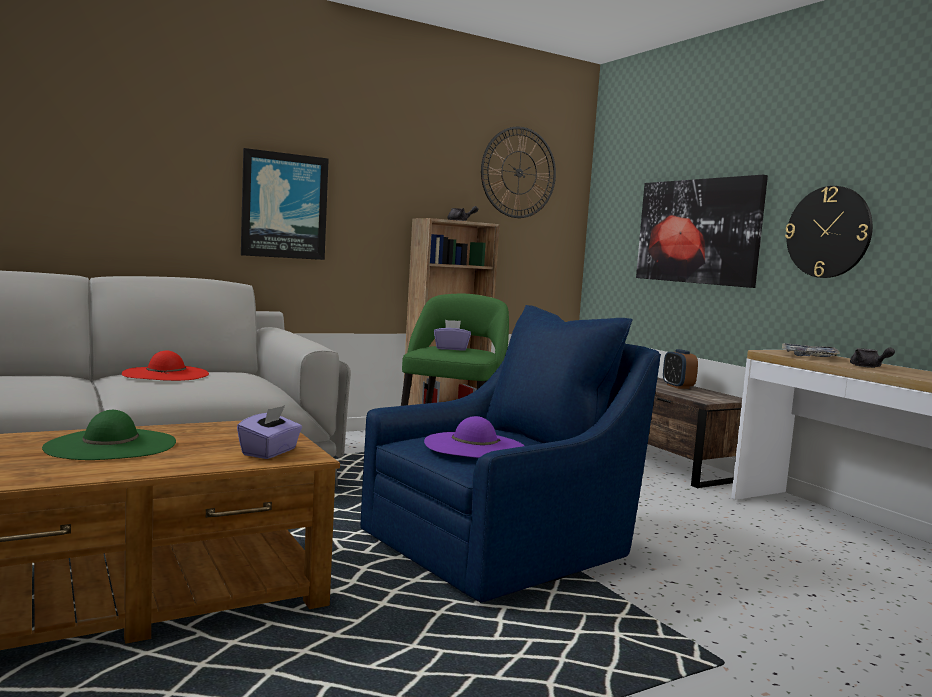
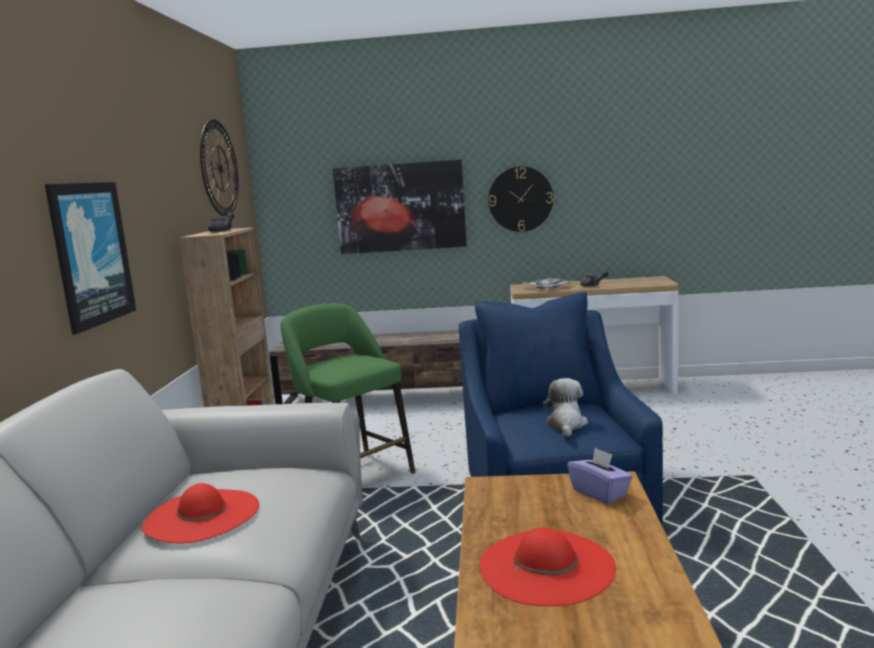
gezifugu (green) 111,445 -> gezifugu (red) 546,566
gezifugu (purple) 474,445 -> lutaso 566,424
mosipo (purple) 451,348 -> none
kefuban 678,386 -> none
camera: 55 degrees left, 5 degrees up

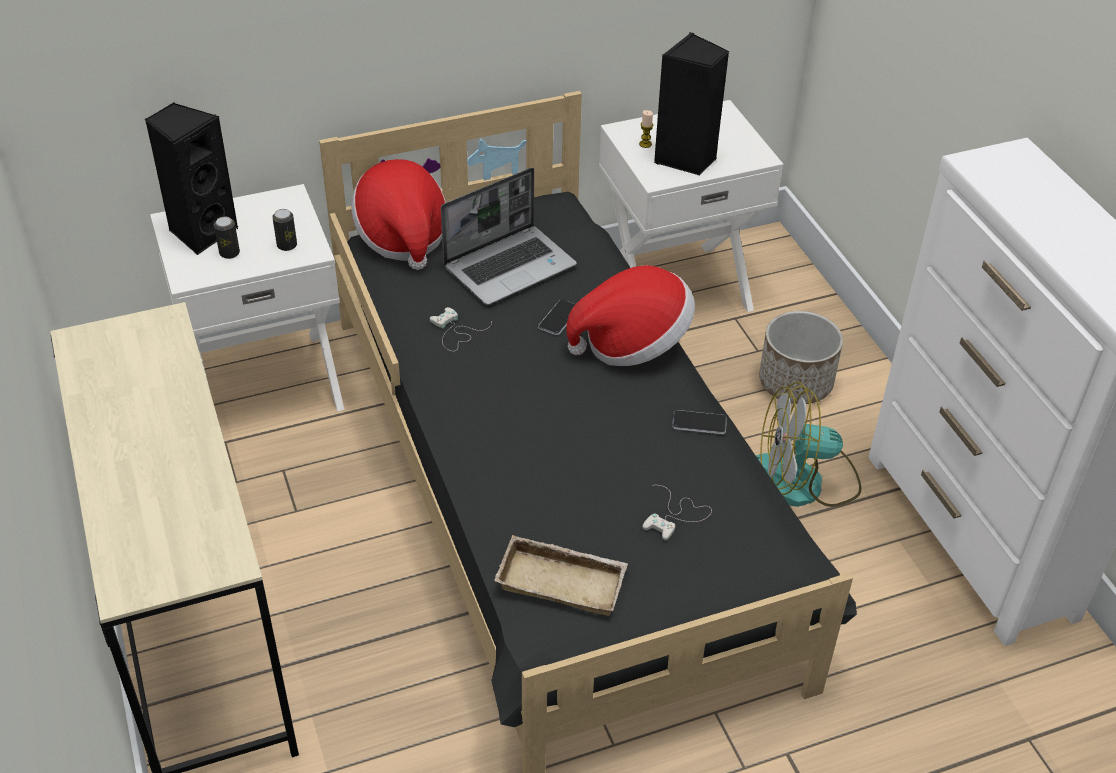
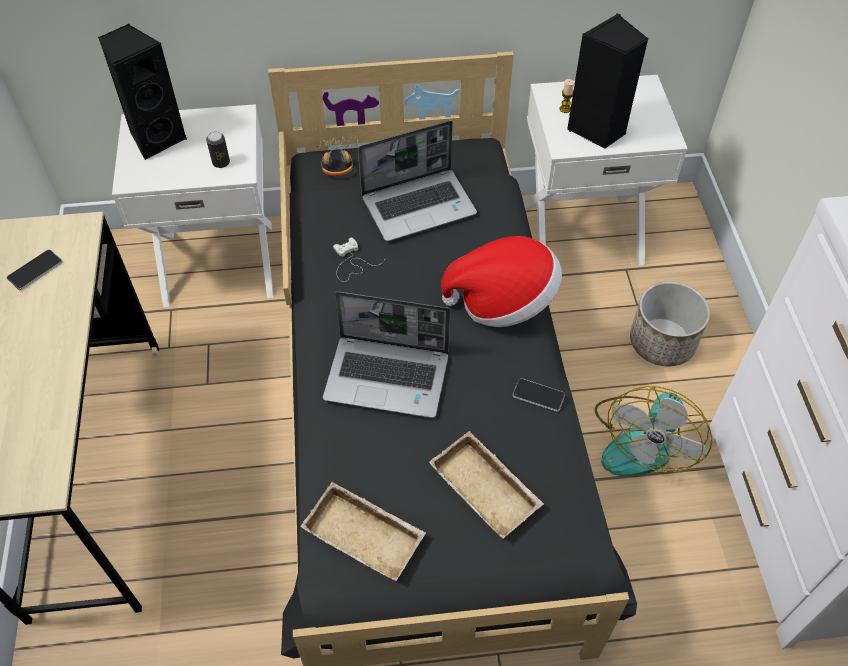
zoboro 229,253 -> none
gezifugu 402,236 -> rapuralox 337,161
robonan 559,318 -> robonan 35,270, moved
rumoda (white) 676,516 -> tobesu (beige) 488,488
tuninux 803,480 -> tuninux 642,440, 75 degrees counterclockwise
none -> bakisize 389,376
camera: 15 degrees right, 10 degrees up

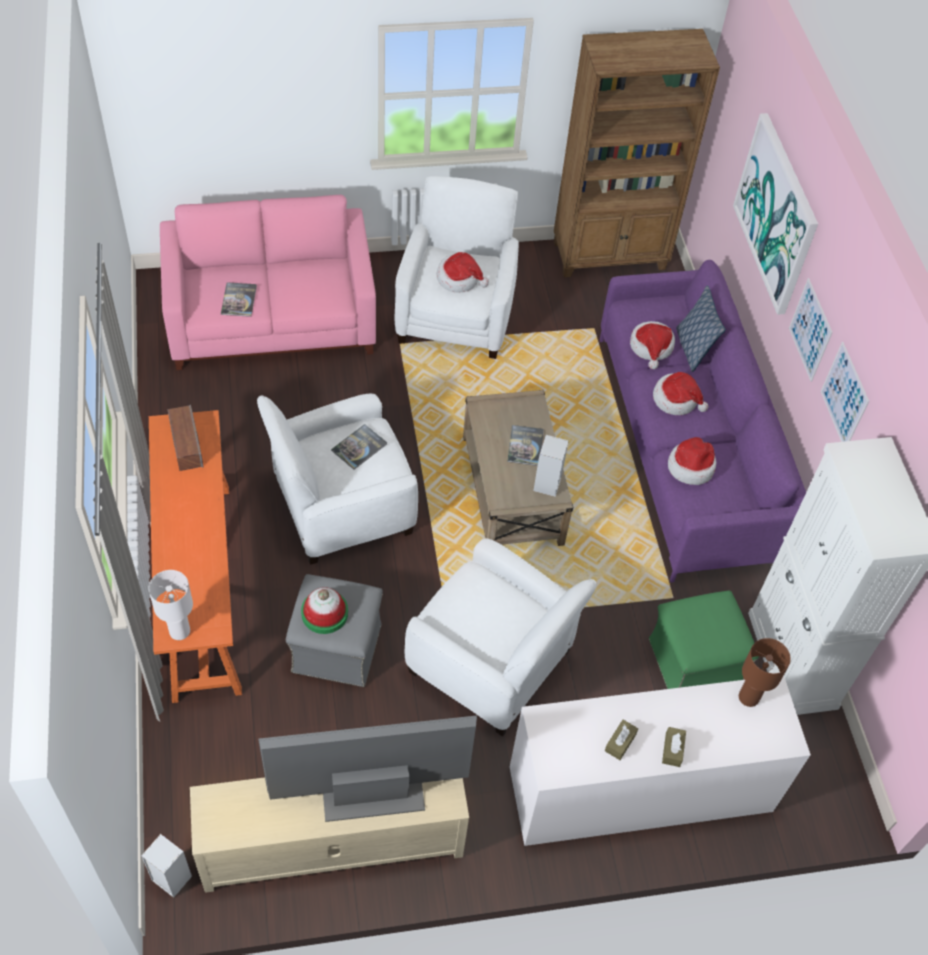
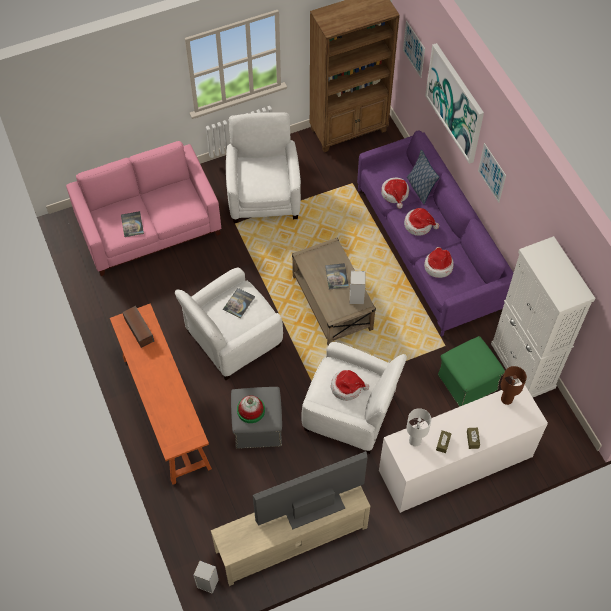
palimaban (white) 179,632 -> palimaban (white) 414,441, moved
gezifugu 459,279 -> gezifugu 347,387, moved
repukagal 844,396 -> repukagal 414,49, moved
camera: 10 degrees left, 5 degrees up

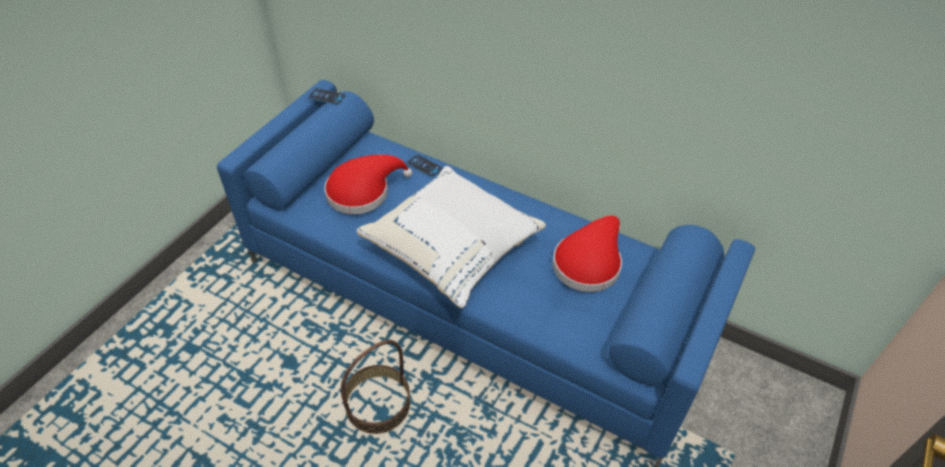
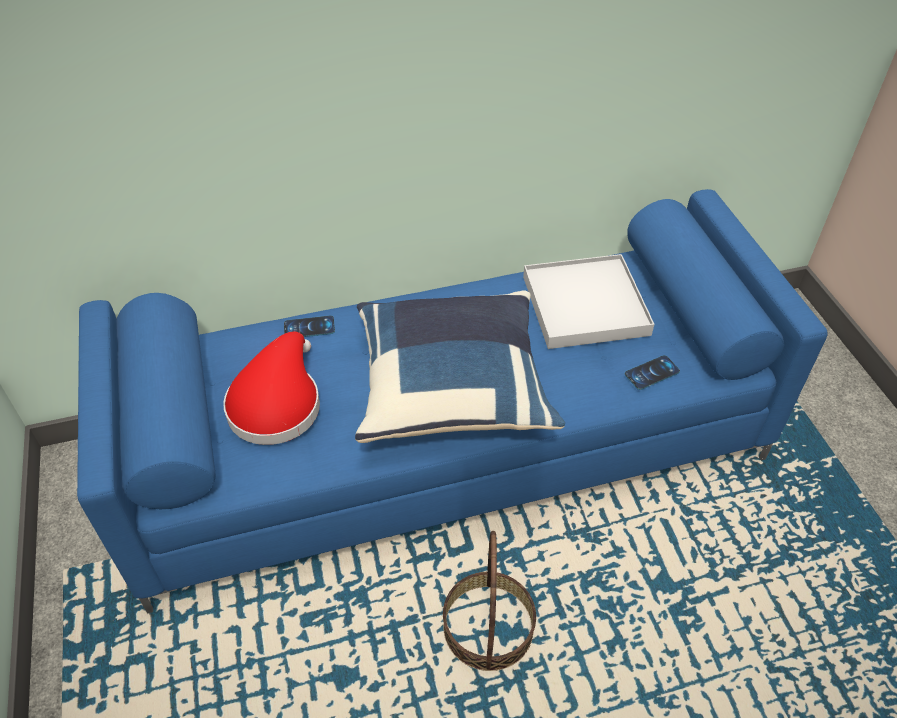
robonan 327,97 -> robonan 652,373, moved
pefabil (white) 453,249 -> pefabil (blue) 452,387
gezifugu (red) 589,262 -> tobesu (white) 585,306
camera: 45 degrees left, 0 degrees up

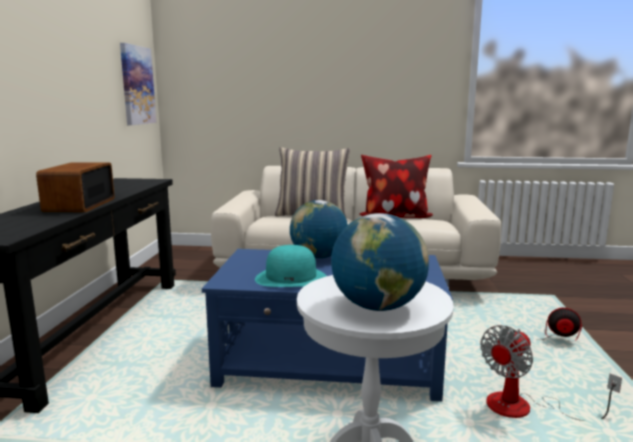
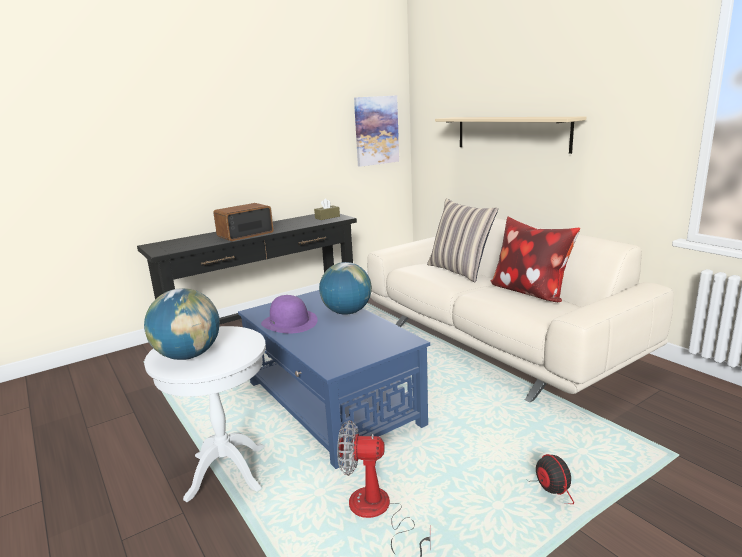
gezifugu (turquoise) 291,278 -> gezifugu (purple) 289,322
none -> mosipo (brown) 327,217
none -> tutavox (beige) 510,133
camera: 50 degrees right, 5 degrees up

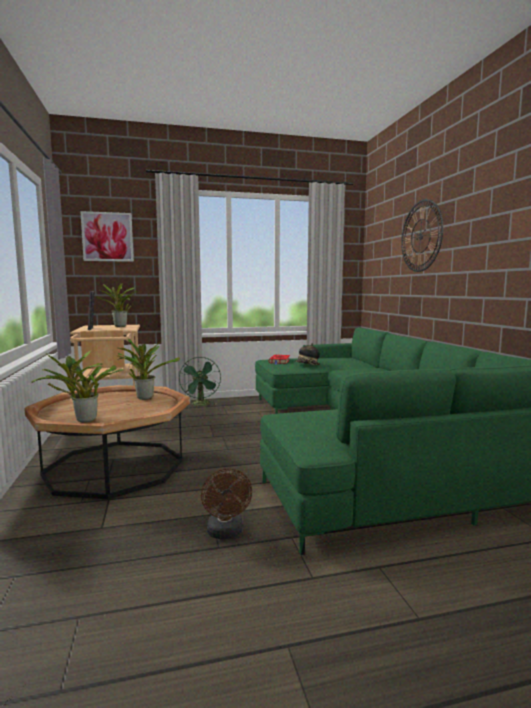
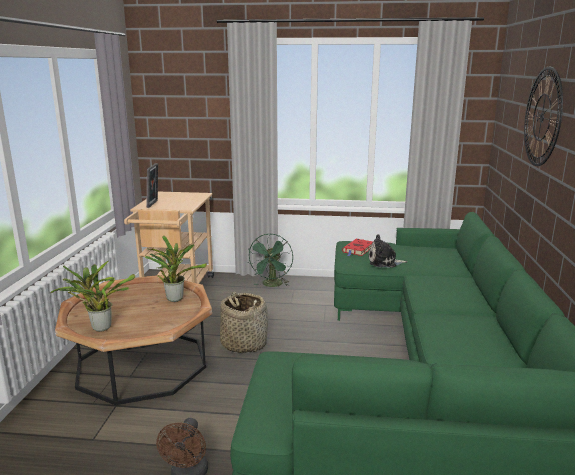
repukagal 107,237 -> none
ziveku 120,326 -> none
gezifugu 307,365 -> lutaso 384,262
none -> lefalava 243,343
camera: 20 degrees right, 10 degrees up

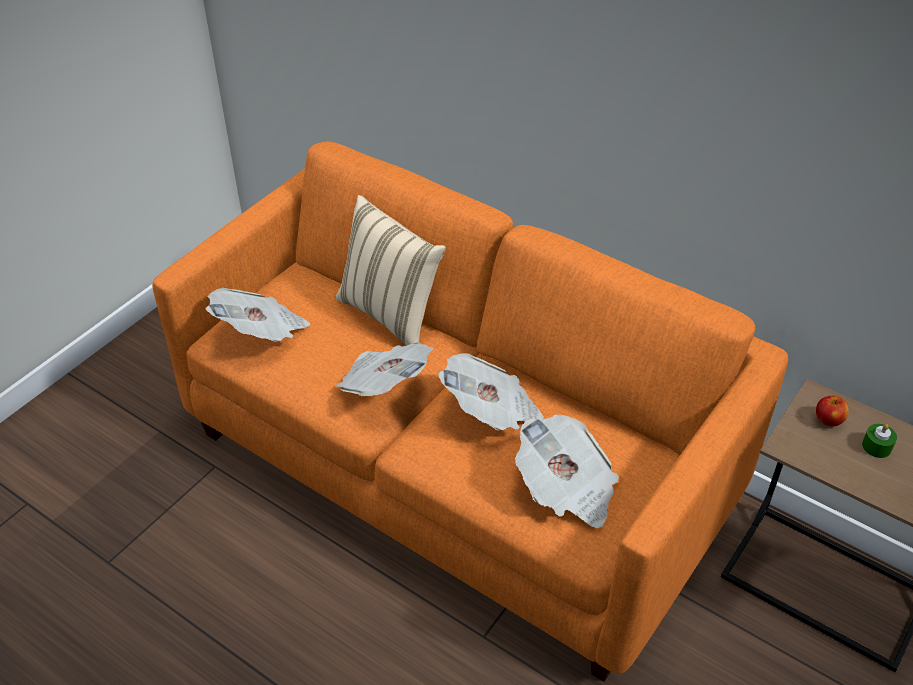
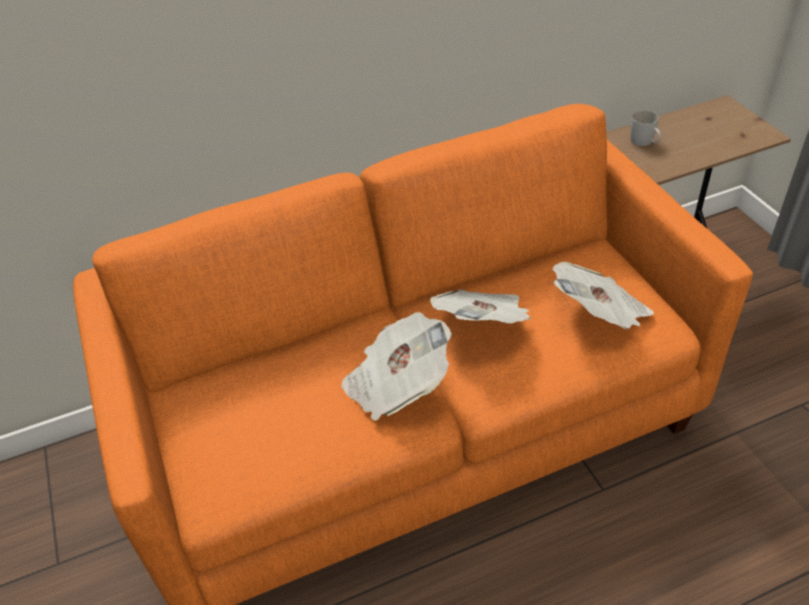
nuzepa 262,332 -> none
pefabil (beige) 391,315 -> none
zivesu 828,420 -> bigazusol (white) 644,142
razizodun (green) 876,446 -> none
camera: 55 degrees left, 0 degrees up

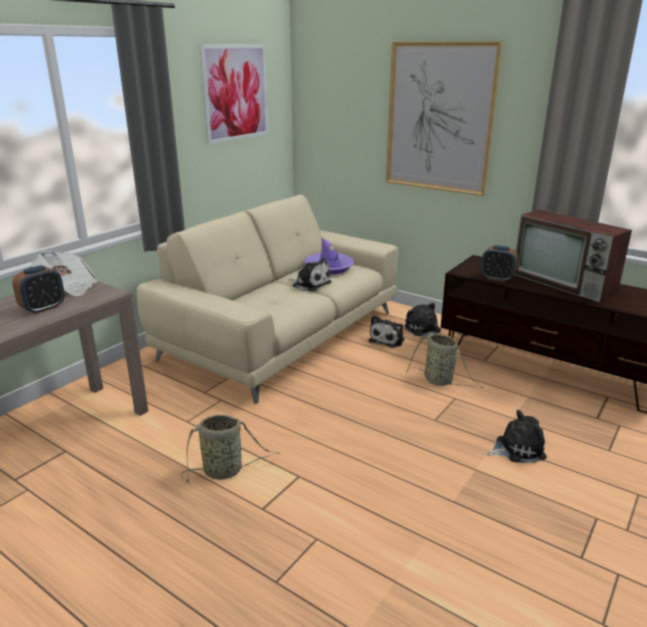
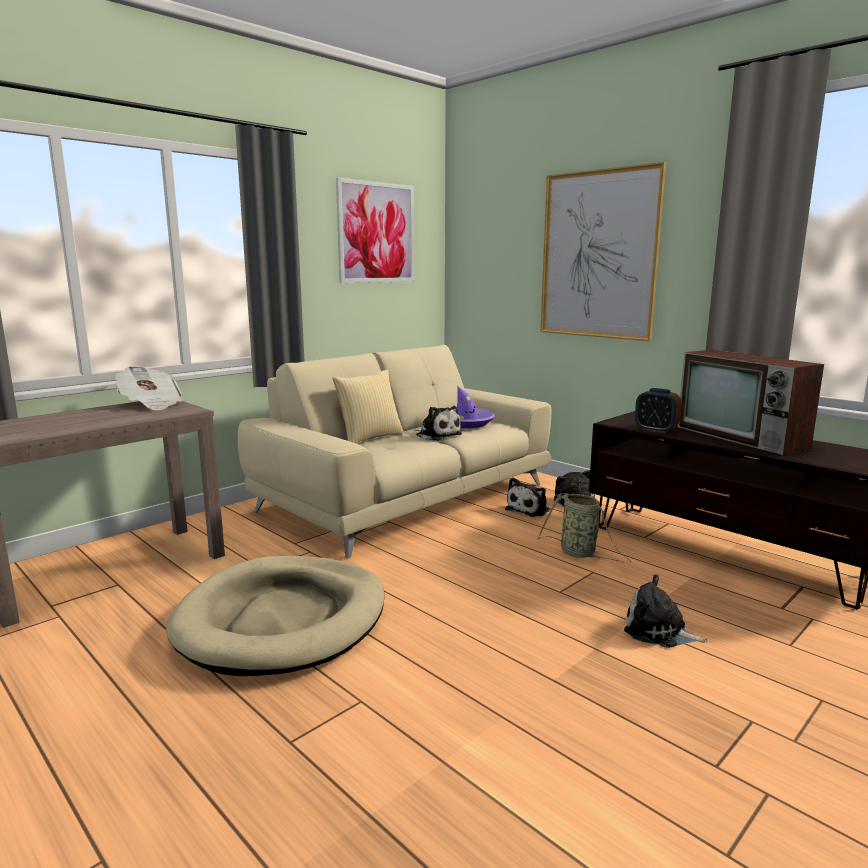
kefuban 43,308 -> none
lefalava 225,471 -> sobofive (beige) 283,620
lutaso 517,449 -> lutaso 659,631, 150 degrees counterclockwise
none -> pefabil 369,438
camera: 10 degrees right, 10 degrees down

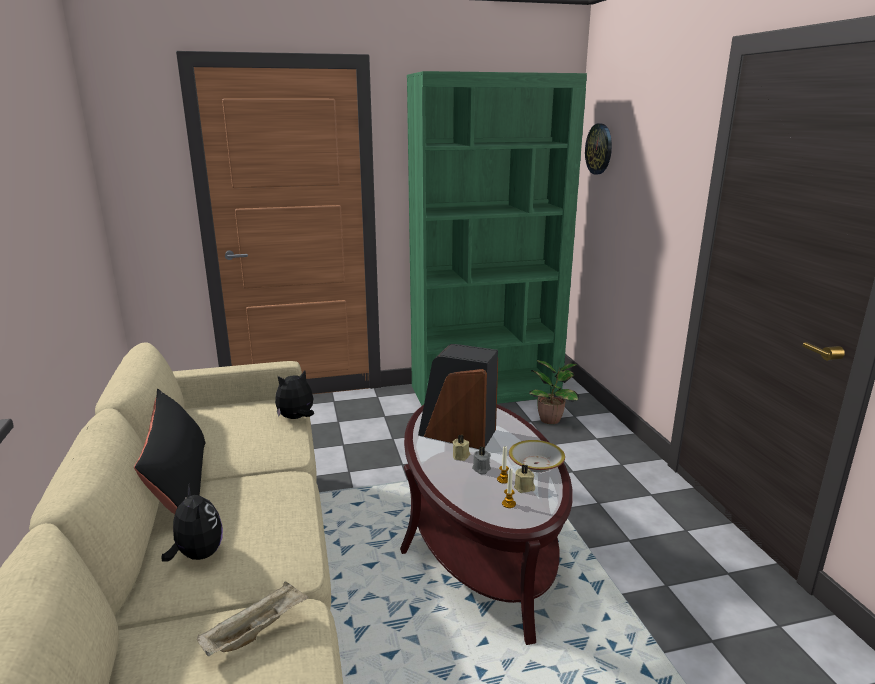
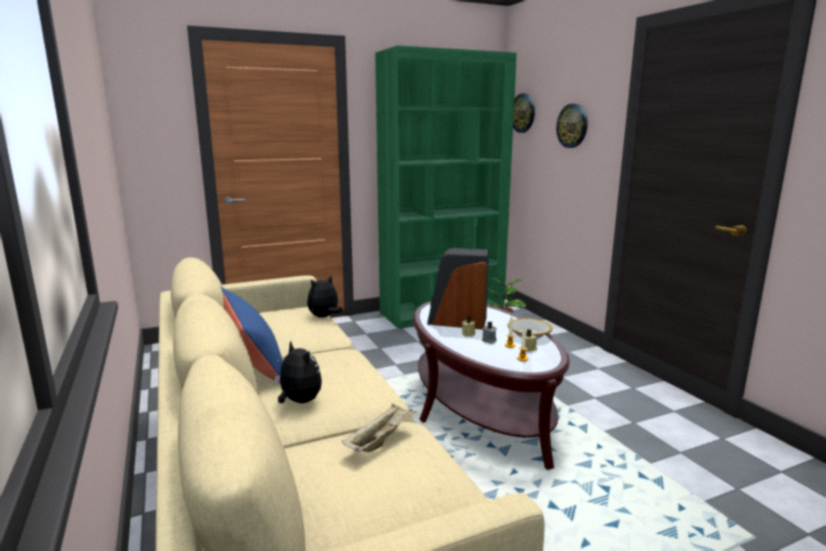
pefabil (black) 180,485 -> pefabil (blue) 253,362
none -> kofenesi 572,126
camera: 10 degrees left, 5 degrees down

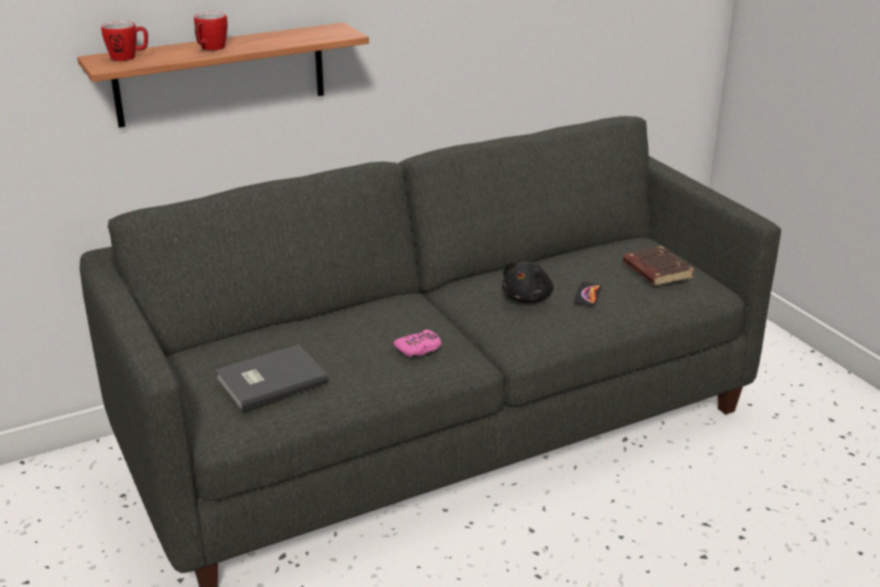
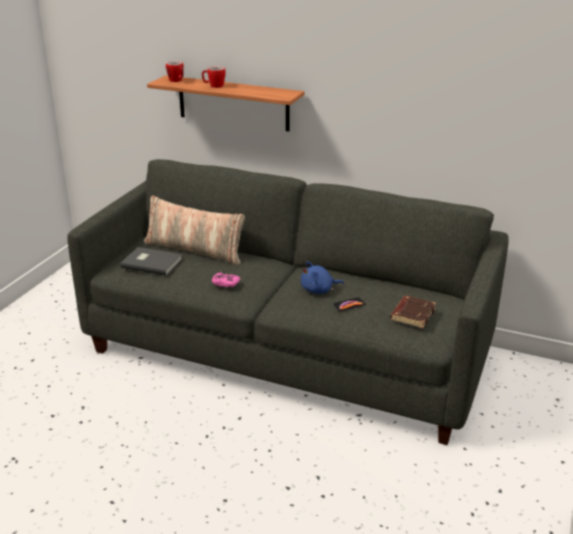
lutaso (black) 528,298 -> lutaso (blue) 319,290
none -> pefabil 194,250
camera: 50 degrees right, 0 degrees up

